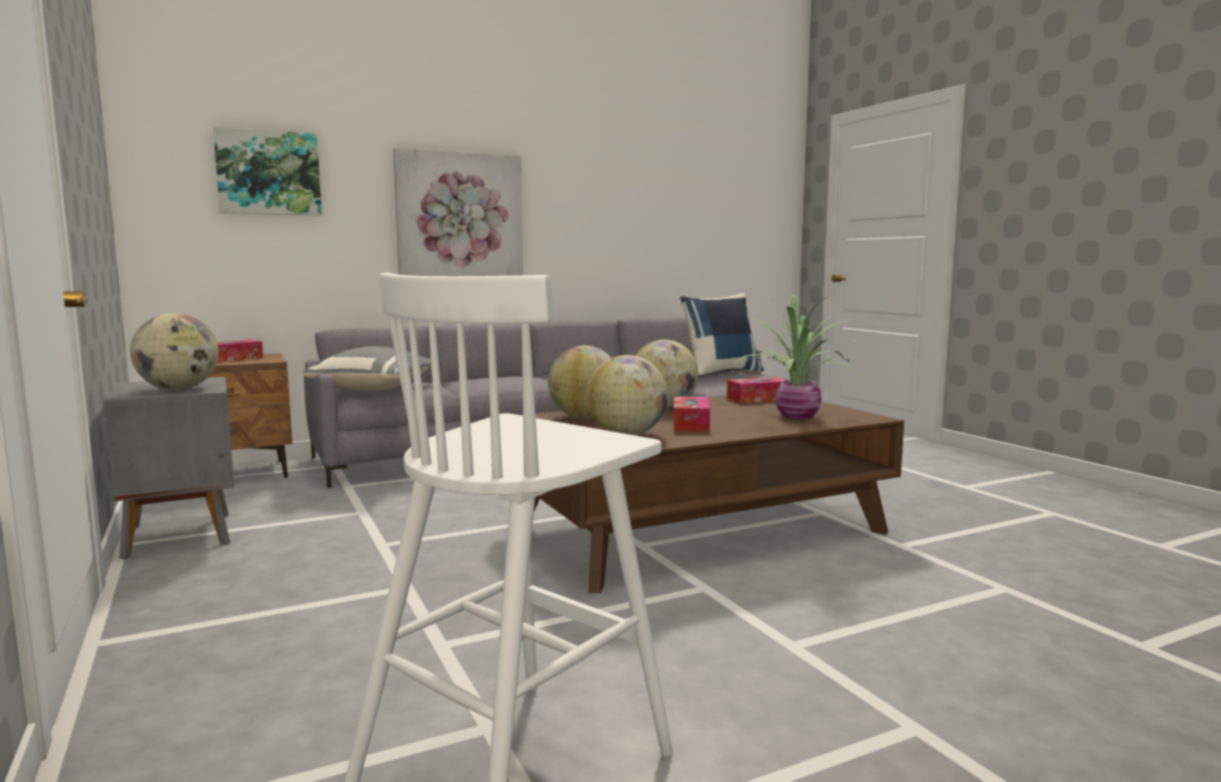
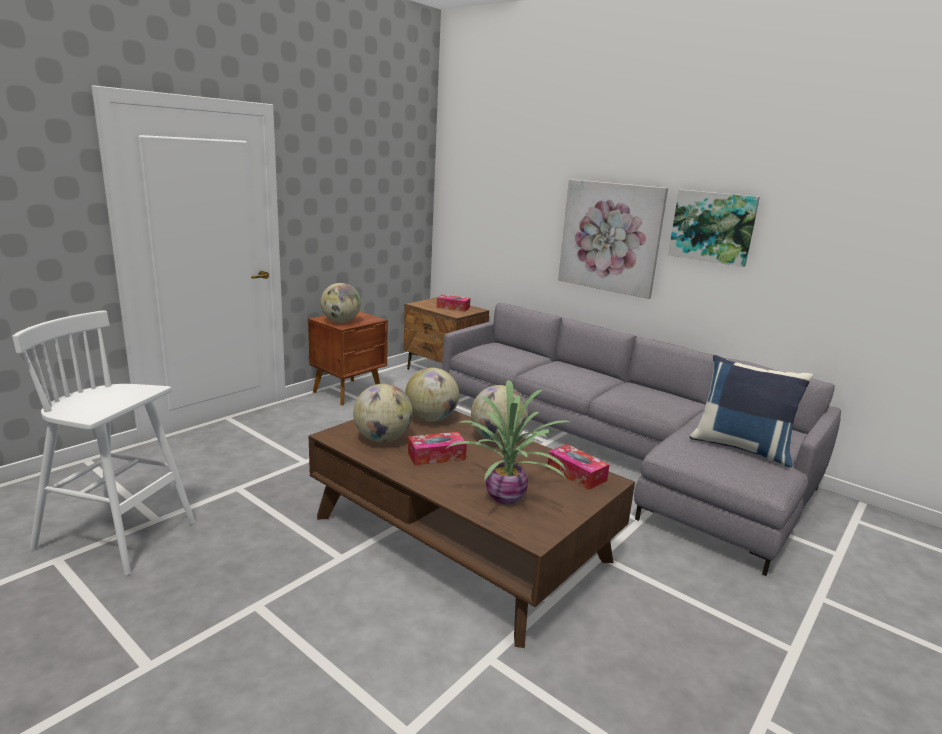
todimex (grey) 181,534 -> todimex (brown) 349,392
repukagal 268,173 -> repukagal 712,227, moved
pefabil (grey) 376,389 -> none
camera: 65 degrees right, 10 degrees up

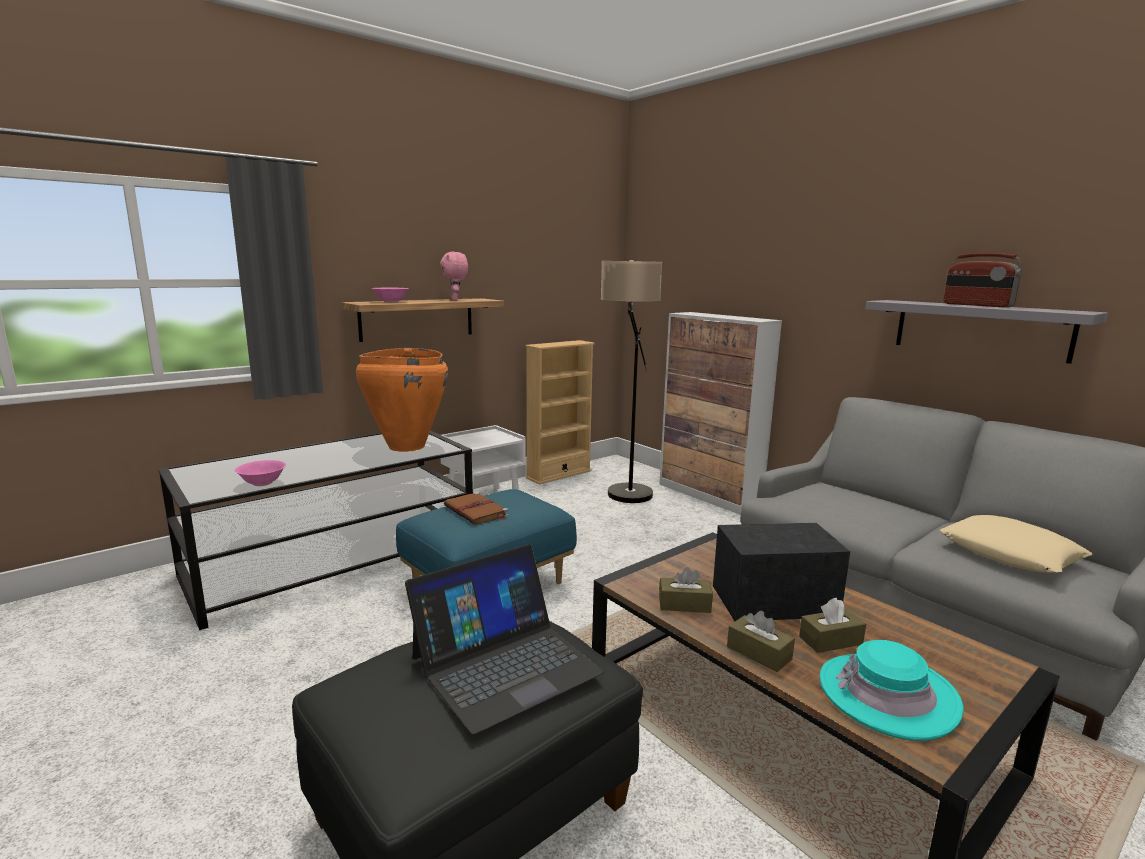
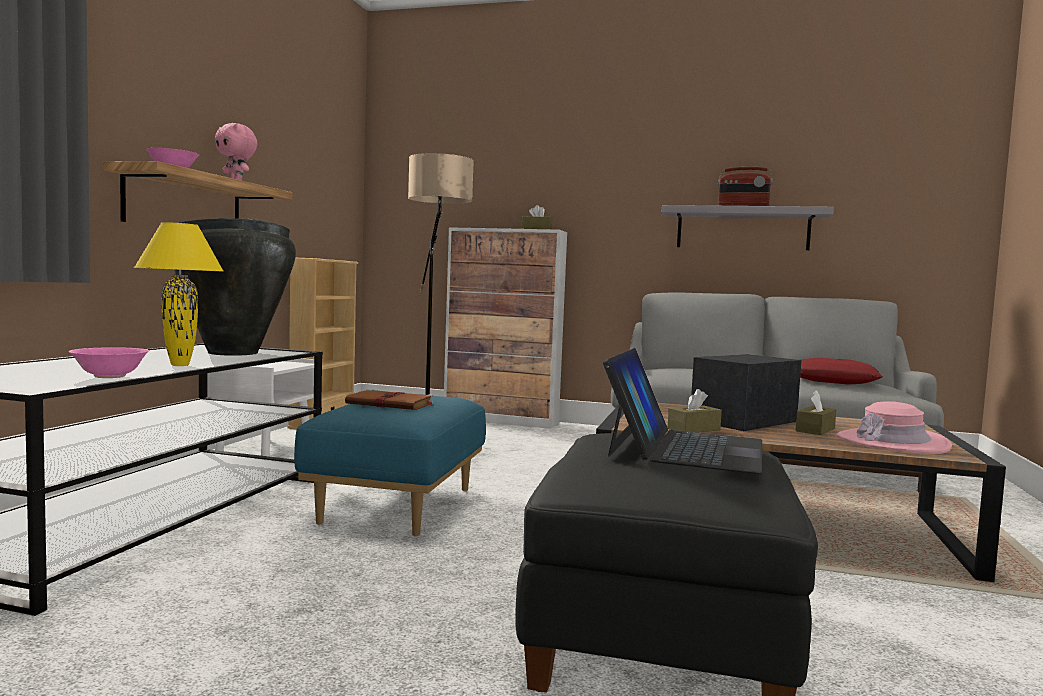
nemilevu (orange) 406,446 -> nemilevu (black) 232,353
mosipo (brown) 759,653 -> mosipo (brown) 536,229, moved
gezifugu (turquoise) 887,695 -> gezifugu (pink) 892,442
pefabil (beige) 1010,553 -> pefabil (red) 833,380
none -> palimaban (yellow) 179,365
camera: 35 degrees left, 10 degrees down

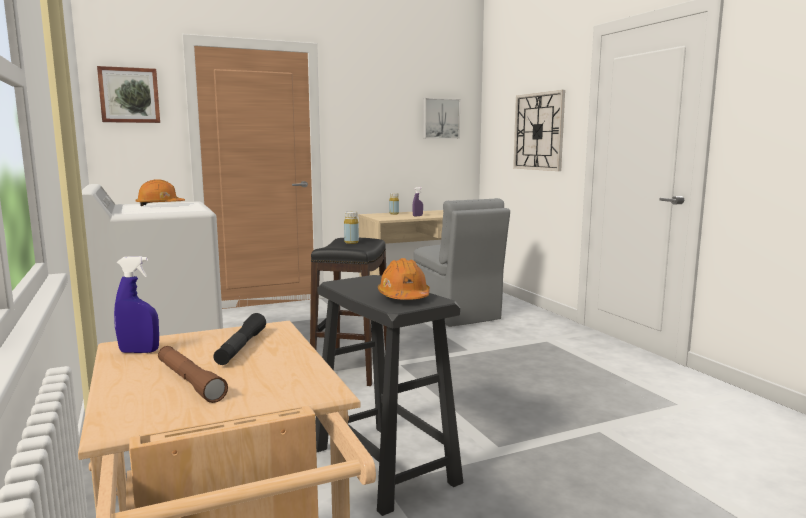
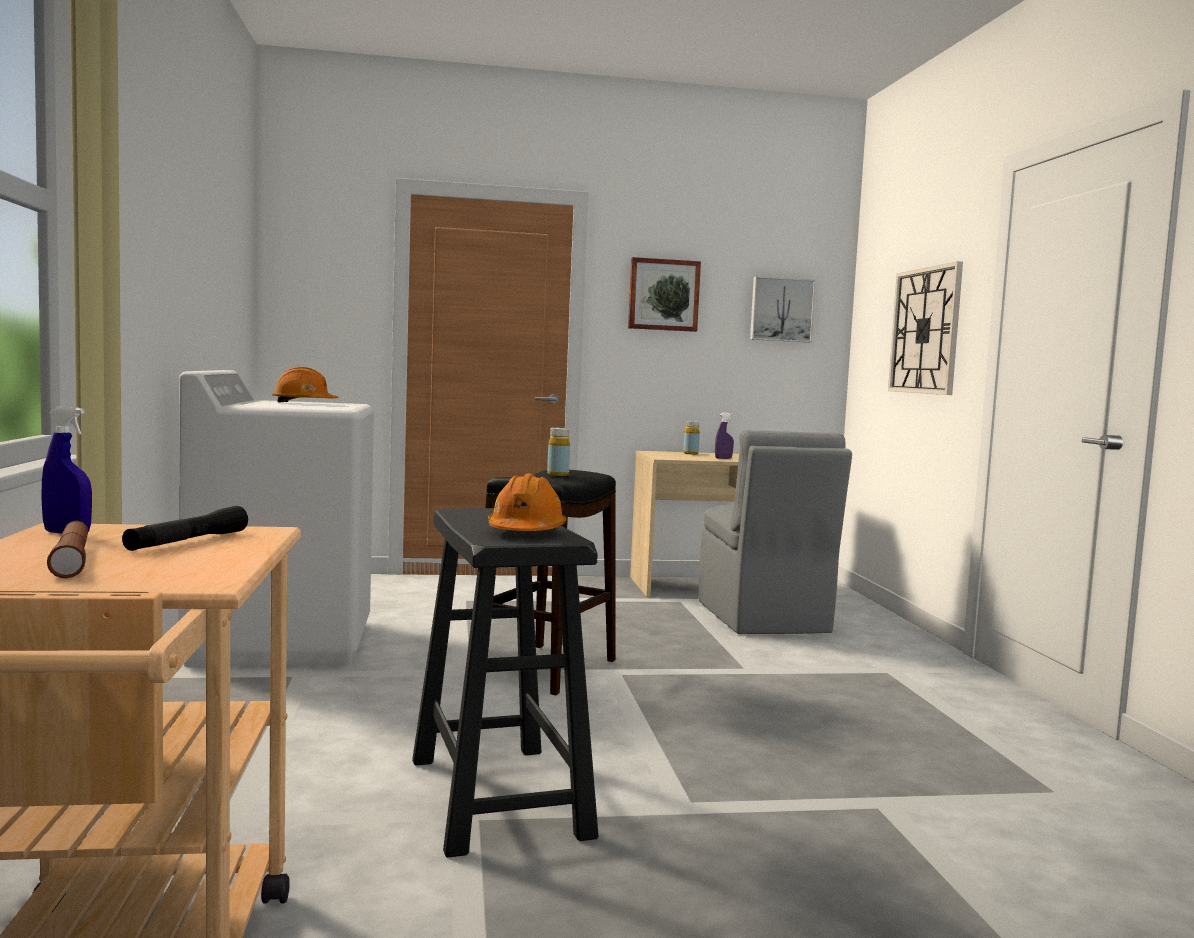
repukagal 129,95 -> repukagal 663,295, moved
camera: 15 degrees right, 5 degrees down

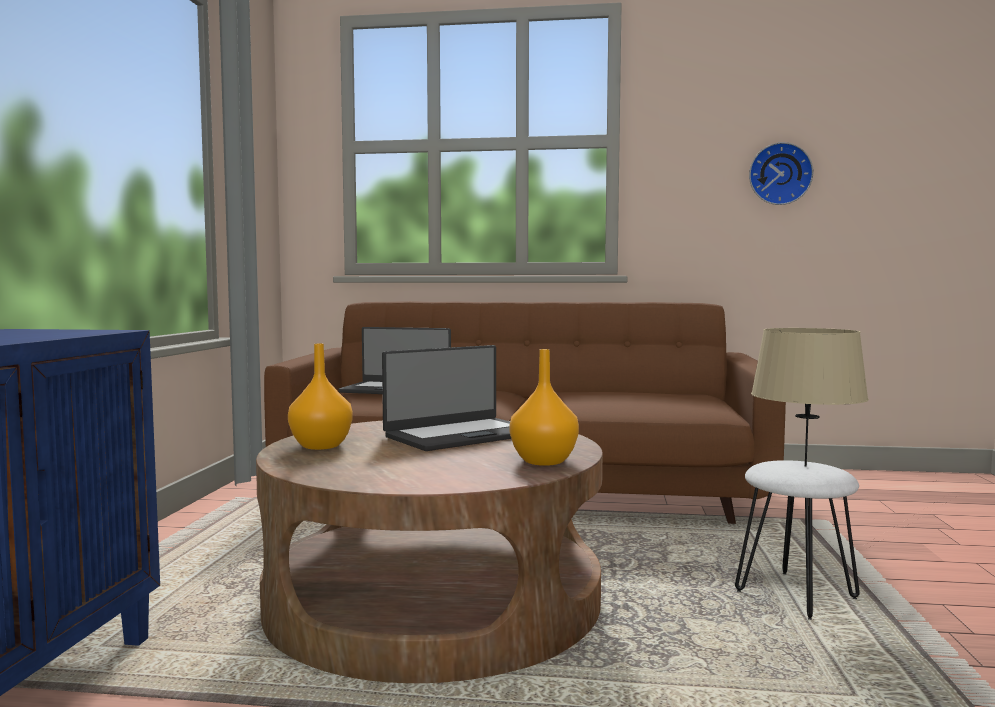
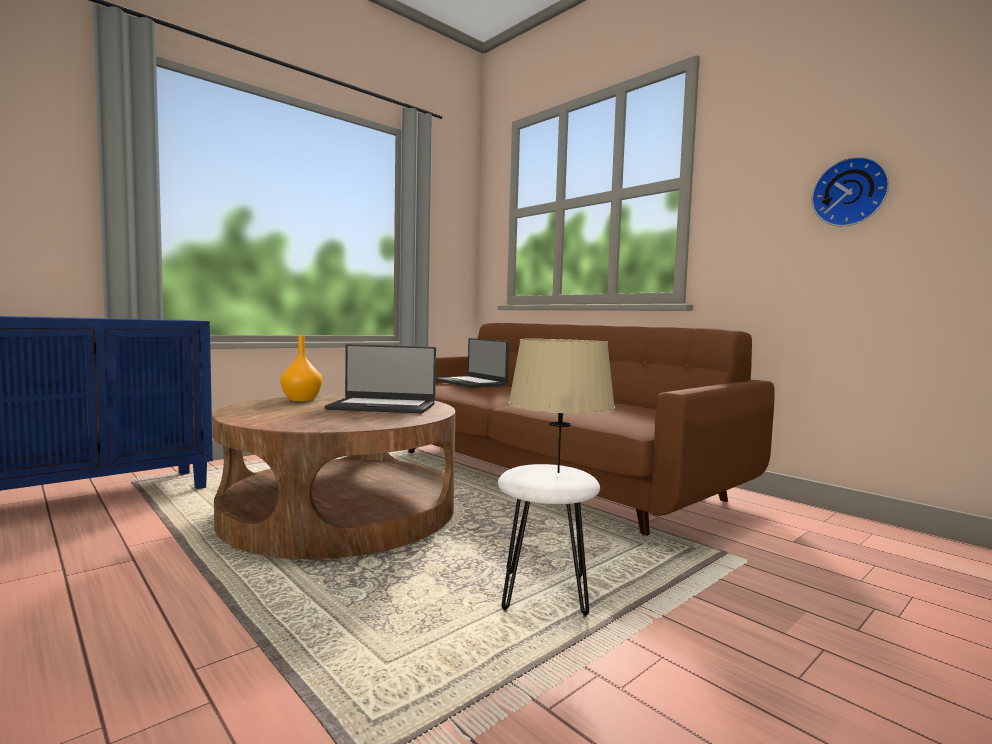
nemilevu (orange) 545,461 -> none
camera: 40 degrees right, 0 degrees up

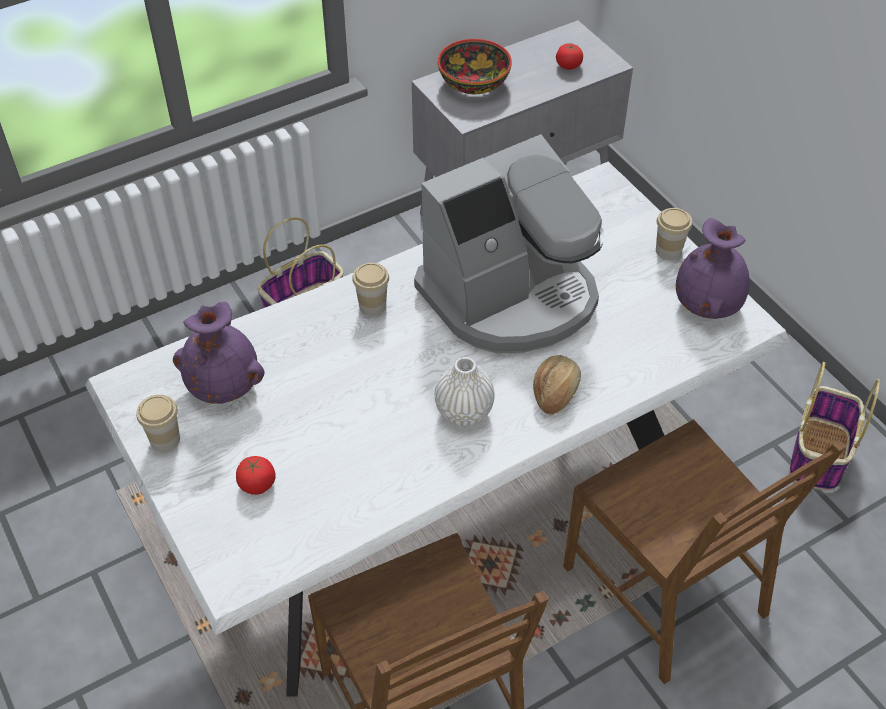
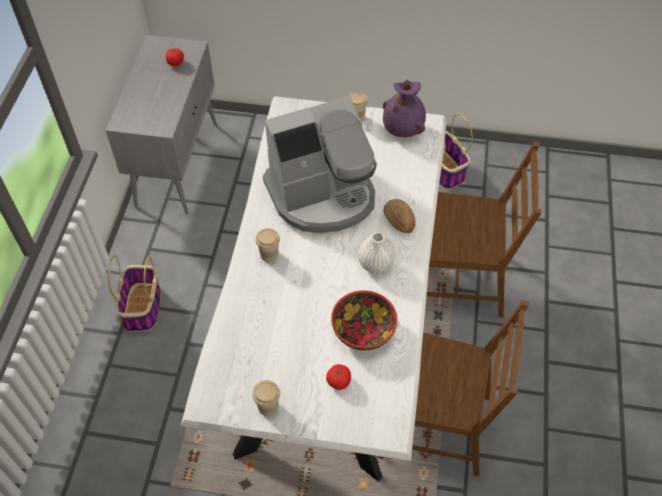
nemilevu (purple) 224,385 -> none
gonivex 511,297 -> gonivex 322,195, 60 degrees clockwise
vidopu 473,82 -> vidopu 362,330, moved
camera: 50 degrees left, 5 degrees up

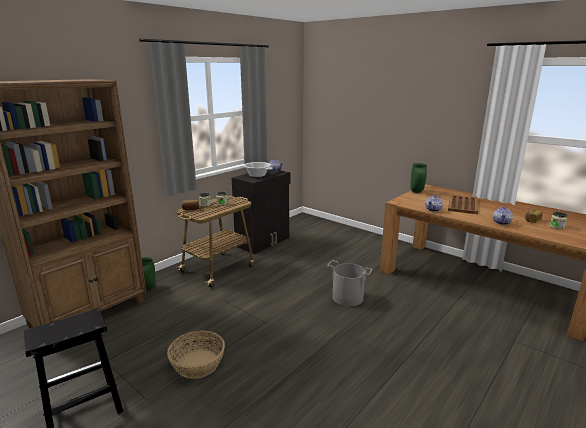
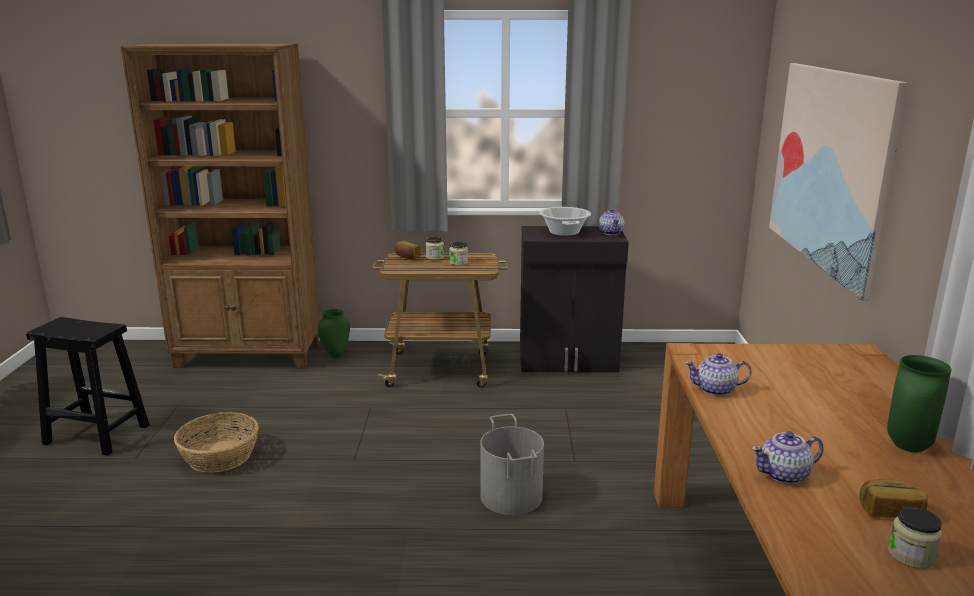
nemilevu (green) 416,192 -> nemilevu (green) 906,446, moved
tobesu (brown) 462,205 -> none
none -> repukagal 830,168
camera: 50 degrees right, 0 degrees up

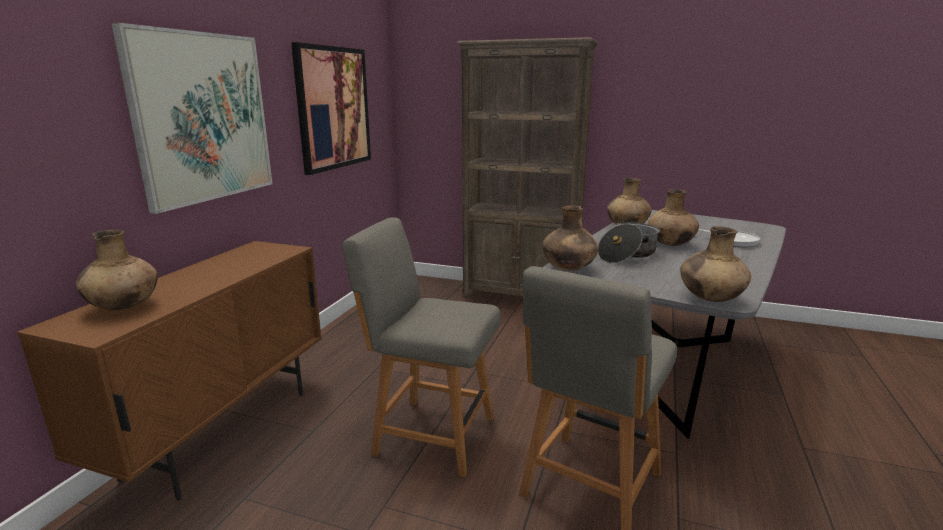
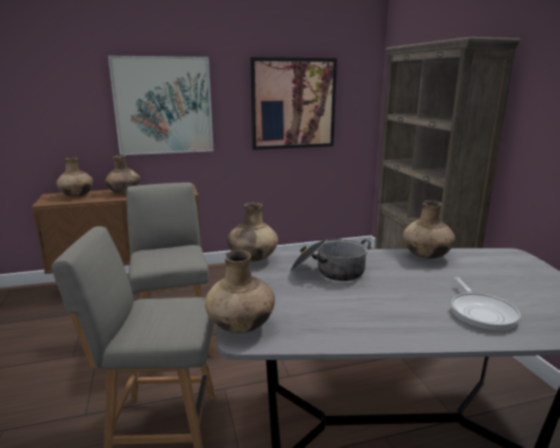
nemilevu (brown) 670,244 -> nemilevu (brown) 124,193, moved
camera: 55 degrees right, 0 degrees up

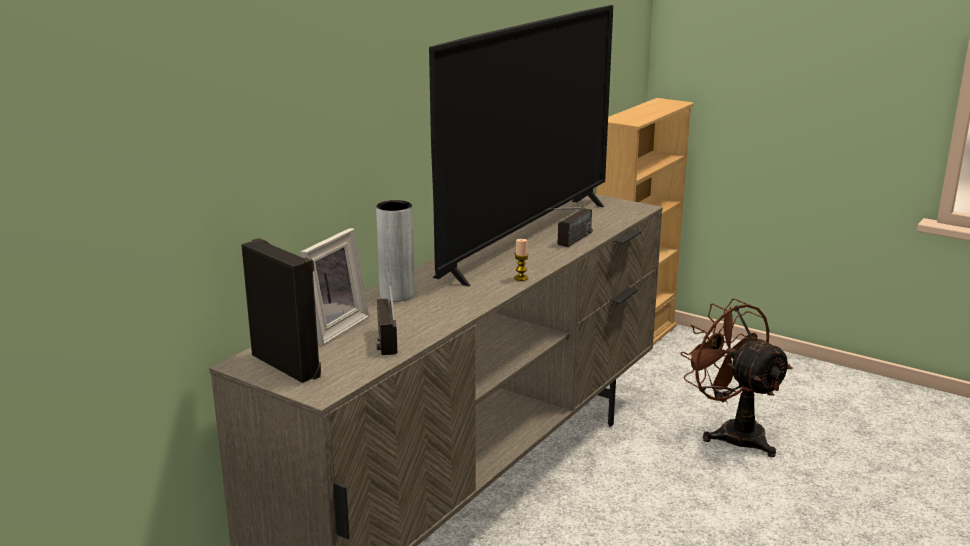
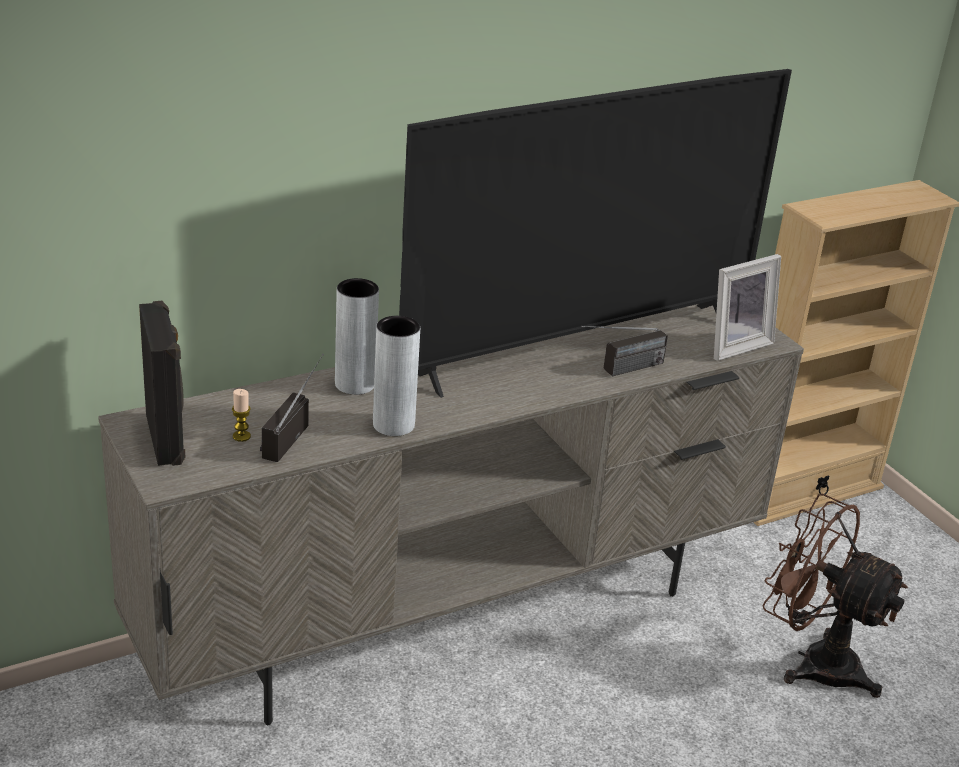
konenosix 332,327 -> konenosix 734,345, moved
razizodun 521,278 -> razizodun 241,436, moved
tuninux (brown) 732,433 -> tuninux (brown) 814,662, 45 degrees counterclockwise
none -> nemilevu (grey) 393,425
camera: 25 degrees right, 10 degrees up

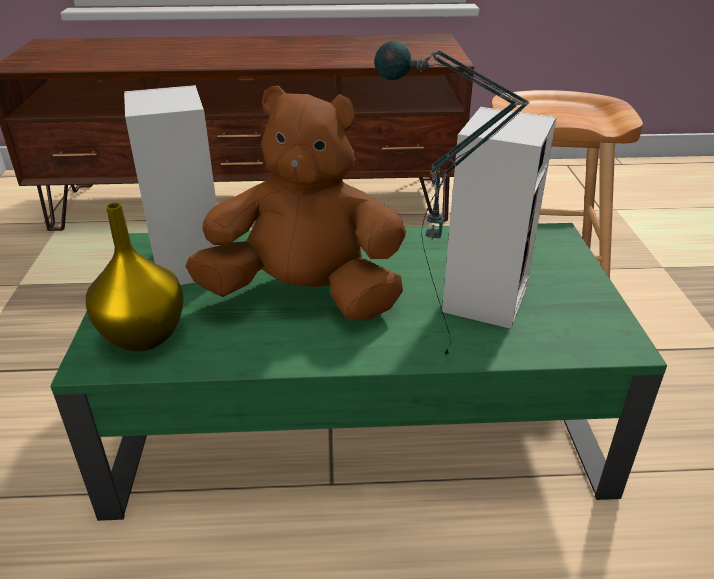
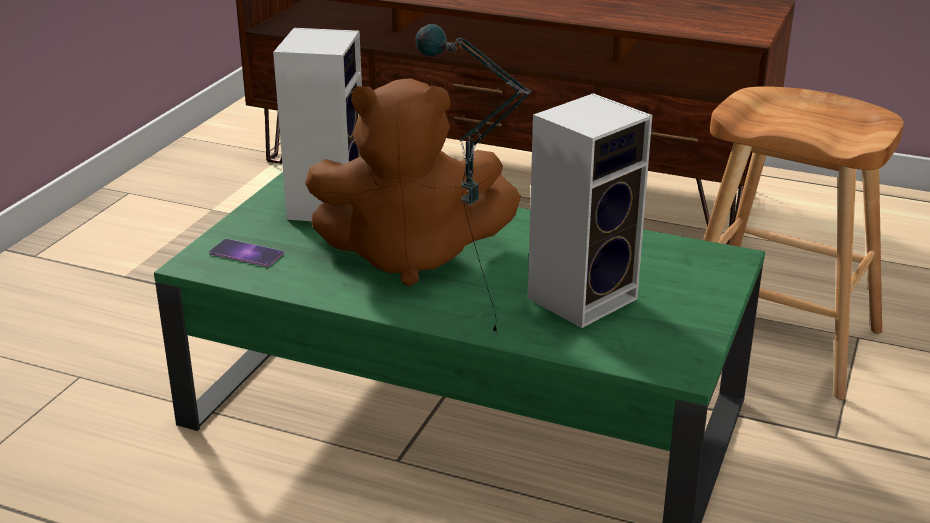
nemilevu (yellow) 142,335 -> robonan 246,253
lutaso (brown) 306,296 -> lutaso (brown) 410,256, 150 degrees clockwise
camera: 25 degrees right, 5 degrees down

